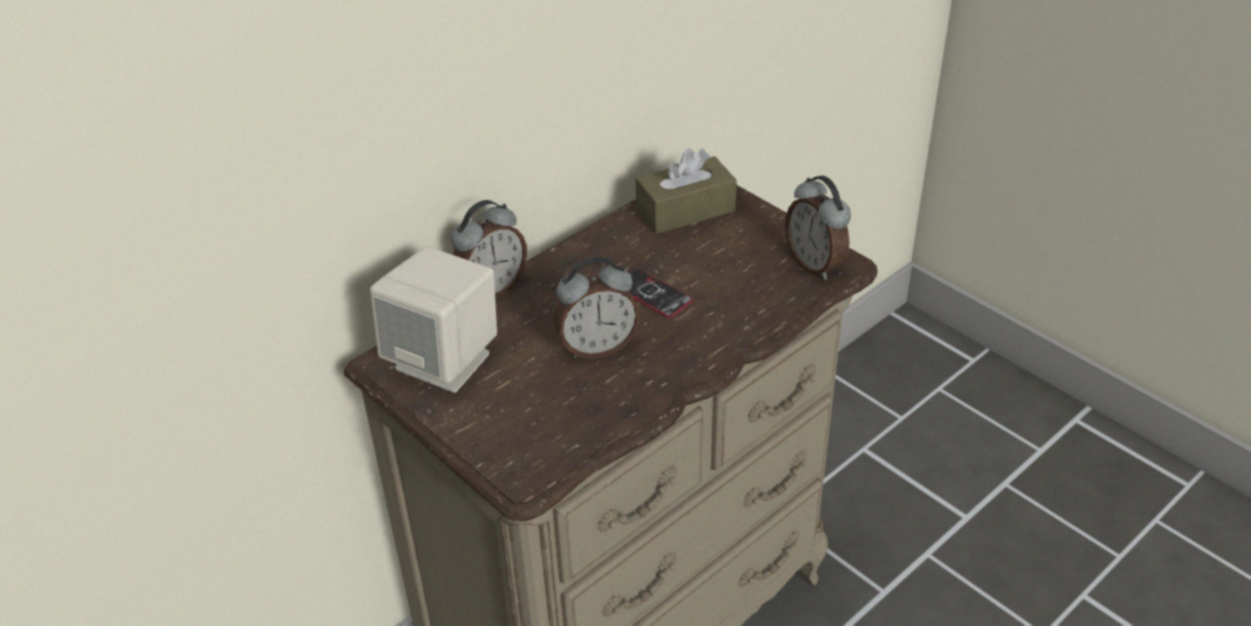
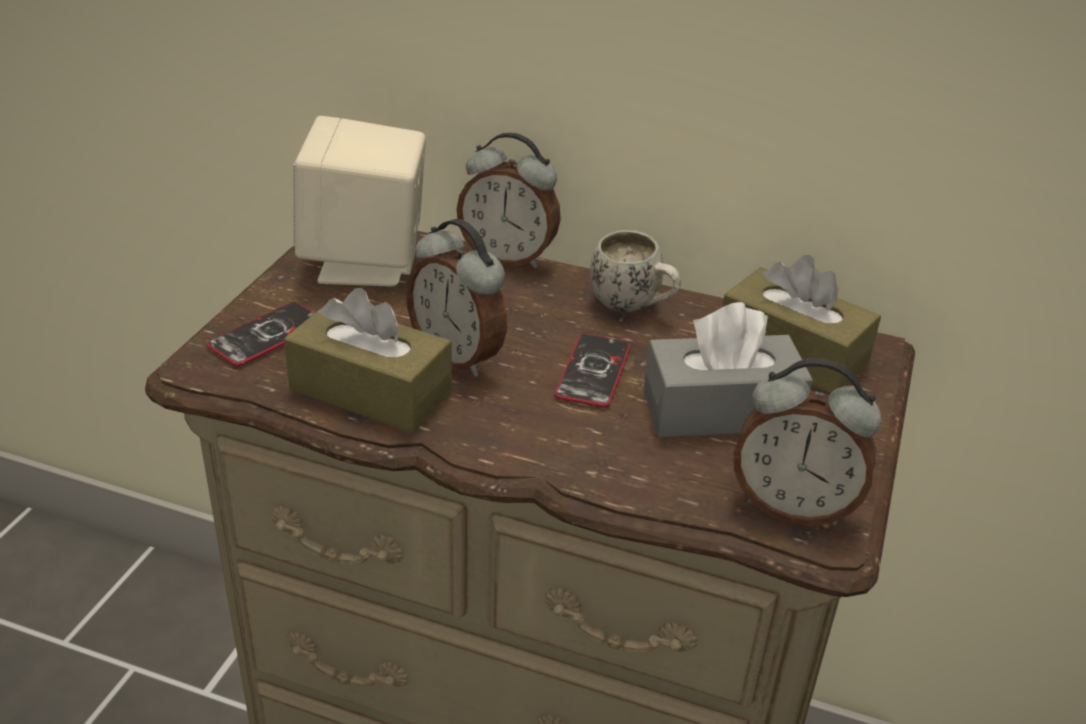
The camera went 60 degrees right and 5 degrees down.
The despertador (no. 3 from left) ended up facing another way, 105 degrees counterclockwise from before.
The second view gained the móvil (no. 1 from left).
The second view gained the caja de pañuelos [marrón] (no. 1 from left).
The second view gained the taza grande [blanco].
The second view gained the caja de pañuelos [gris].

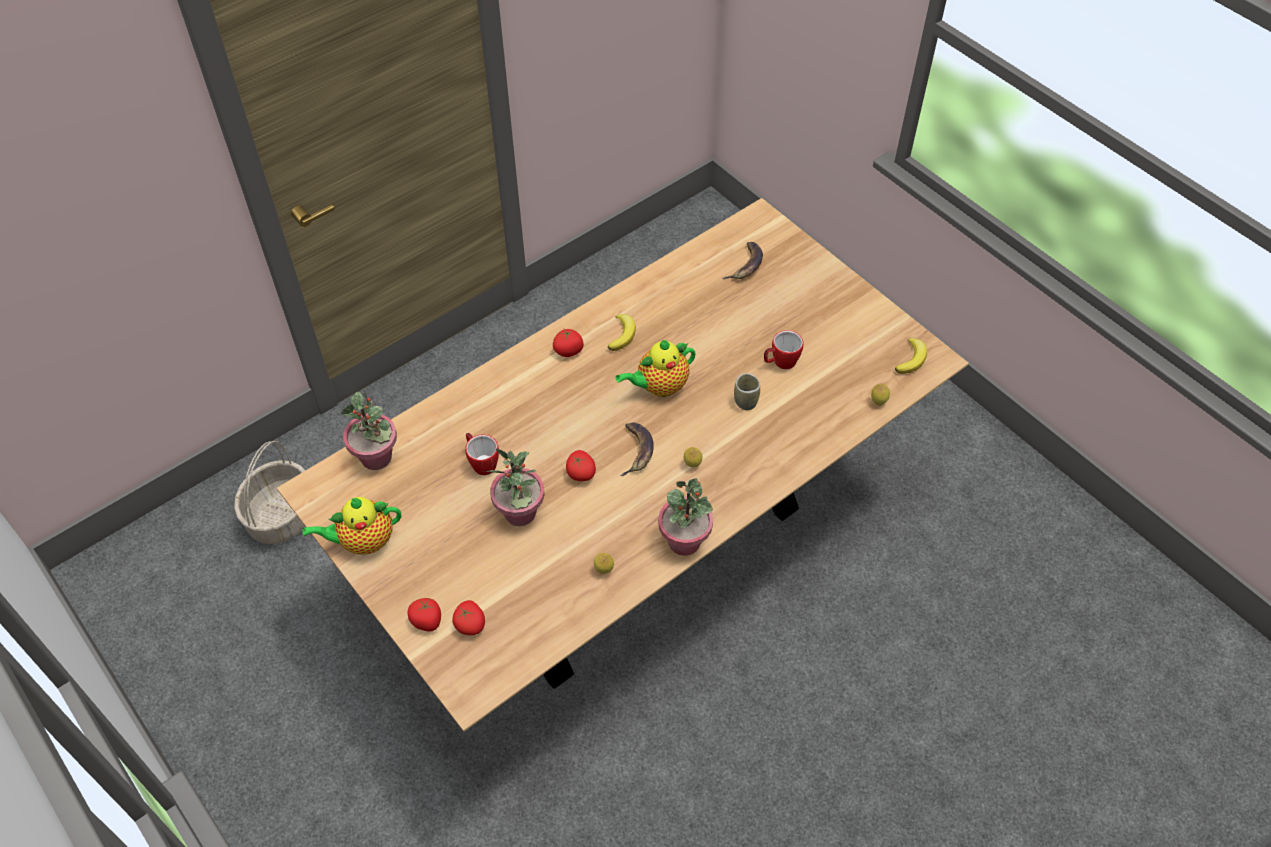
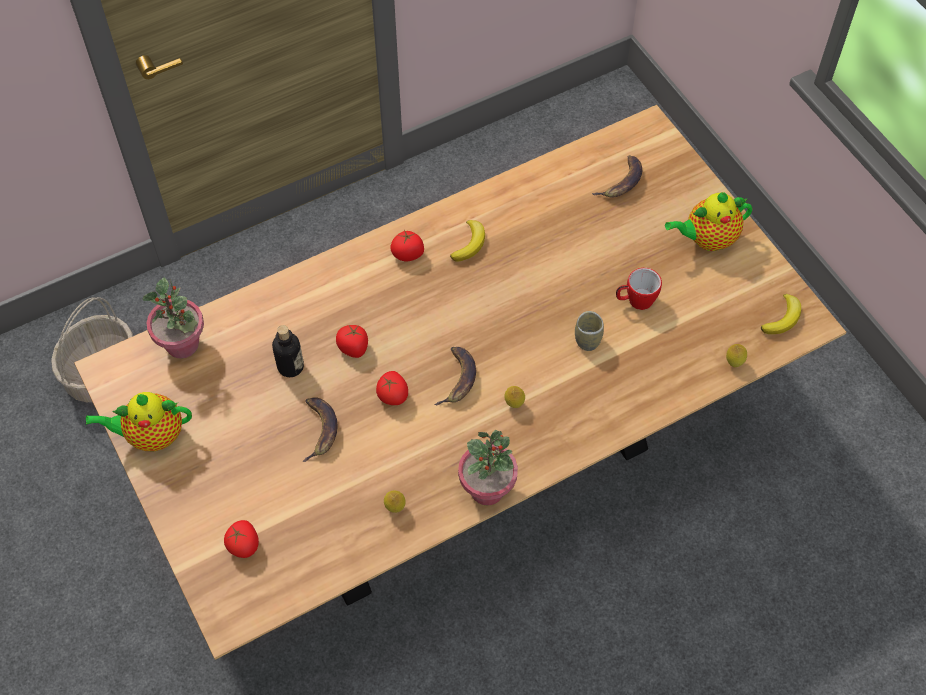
The camera went 10 degrees right and 5 degrees up.
The tomate (no. 1 from left in the first image) ended up elsewhere.
Where the taza grande (no. 1 from left) stood, the botella came to stand.
Where the planta en maceta (no. 2 from left) stood, the plátano (no. 1 from left) came to stand.
The tetera (no. 2 from left) ended up elsewhere.

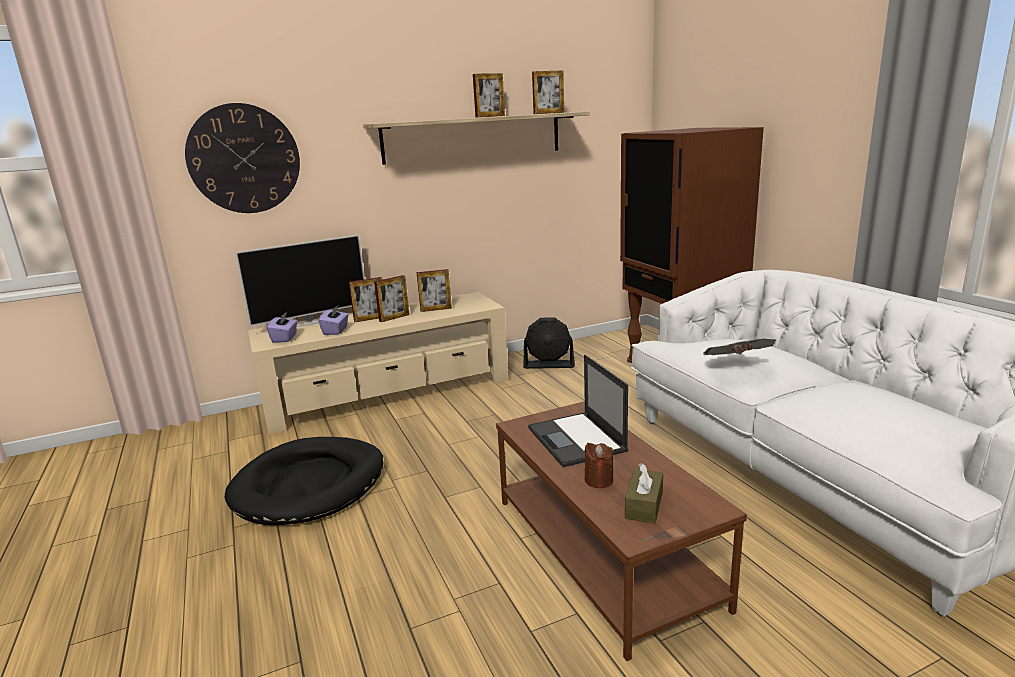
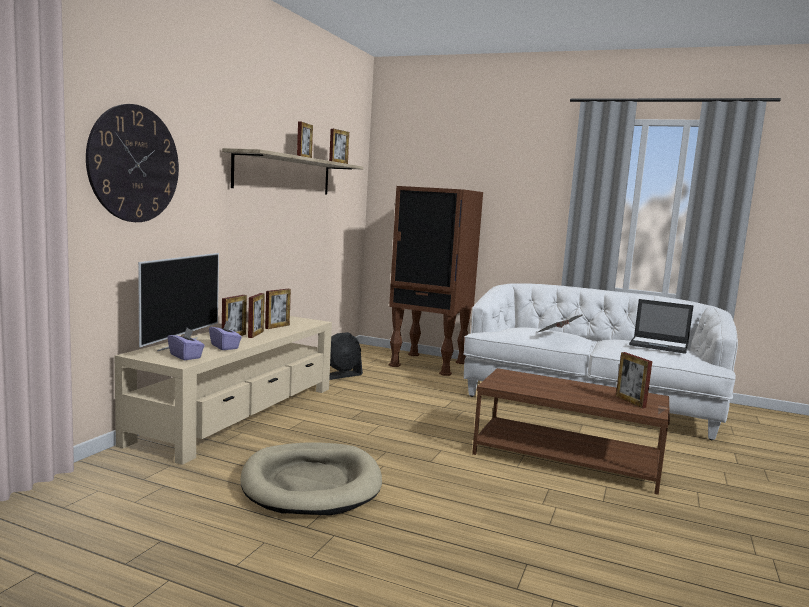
The camera went 45 degrees left and 10 degrees down.
What was the cama para perro [negro] turned into the cama para perro [beis].
The portátil ended up elsewhere.
The second view lost the vela [marrón].
Where the caja de pañuelos [marrón] stood, the portarretratos (no. 6 from left) came to stand.

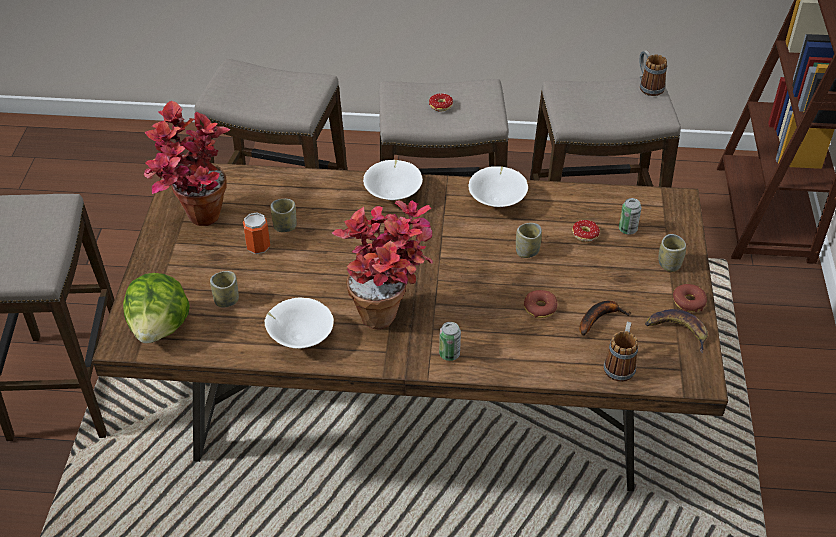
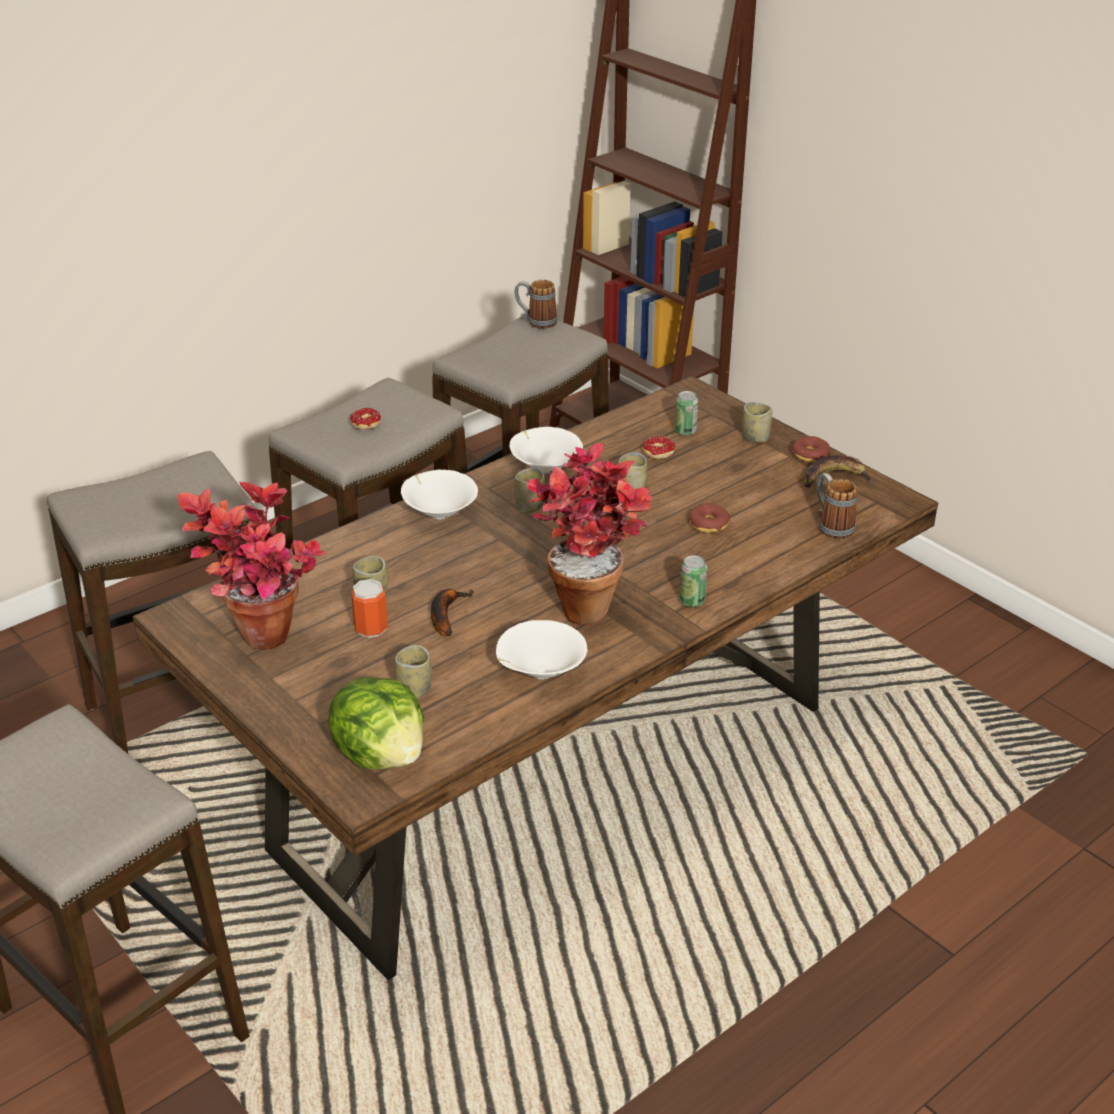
The camera went 45 degrees left and 10 degrees down.
The plátano (no. 1 from left) ended up elsewhere.
The second view gained the taza (no. 3 from left).

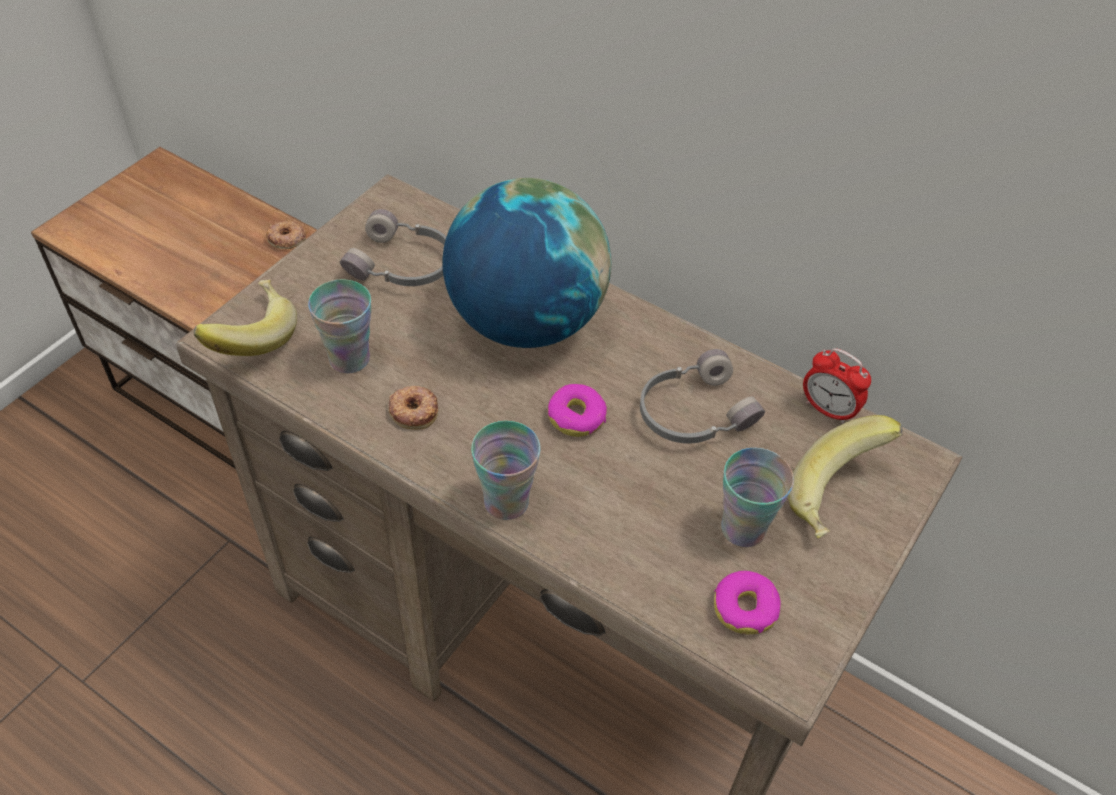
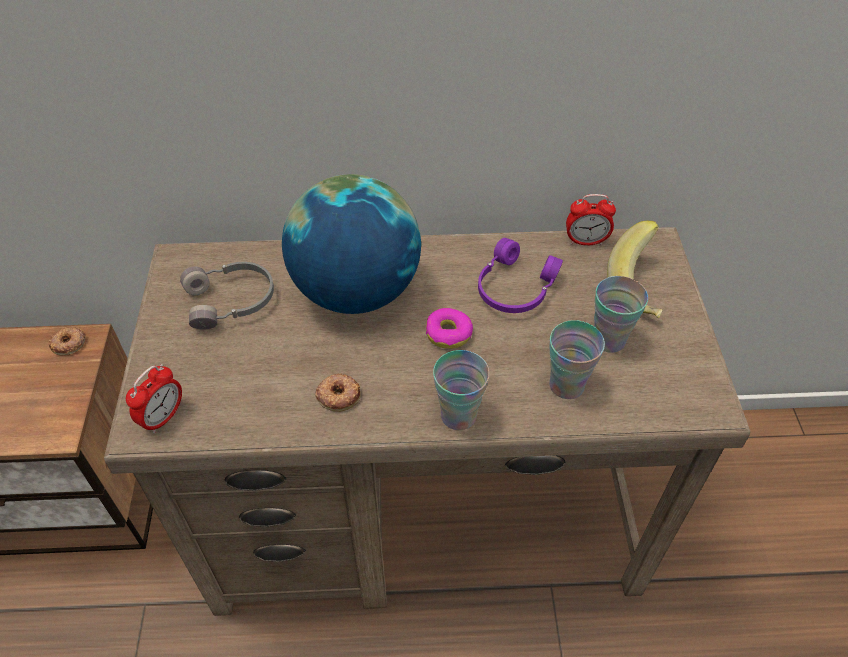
The camera went 35 degrees left and 0 degrees up.
Where the plátano (no. 1 from left) stood, the despertador (no. 1 from left) came to stand.
The taza (no. 1 from left in the first image) ended up elsewhere.
What was the auriculares [gris] (no. 2 from left) turned into the auriculares [morado].
The second view lost the rosquilla (no. 4 from left).

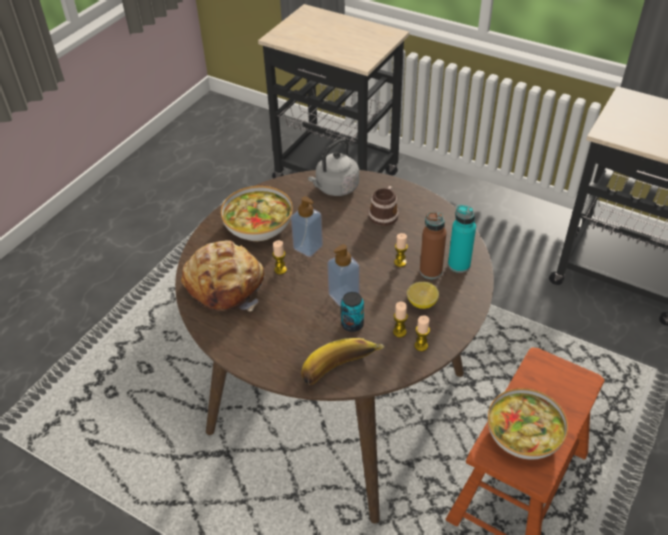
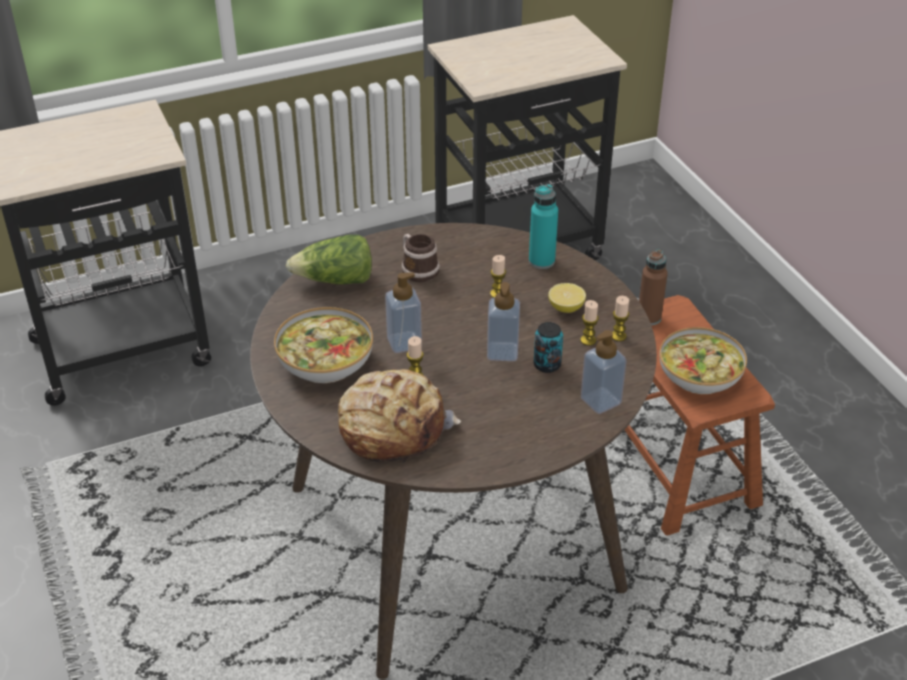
The camera went 55 degrees left and 5 degrees down.
Where the plátano stood, the dispensador de jabón (no. 3 from left) came to stand.
Where the hervidor [gris] stood, the lechuga came to stand.
The botella [marrón] ended up elsewhere.

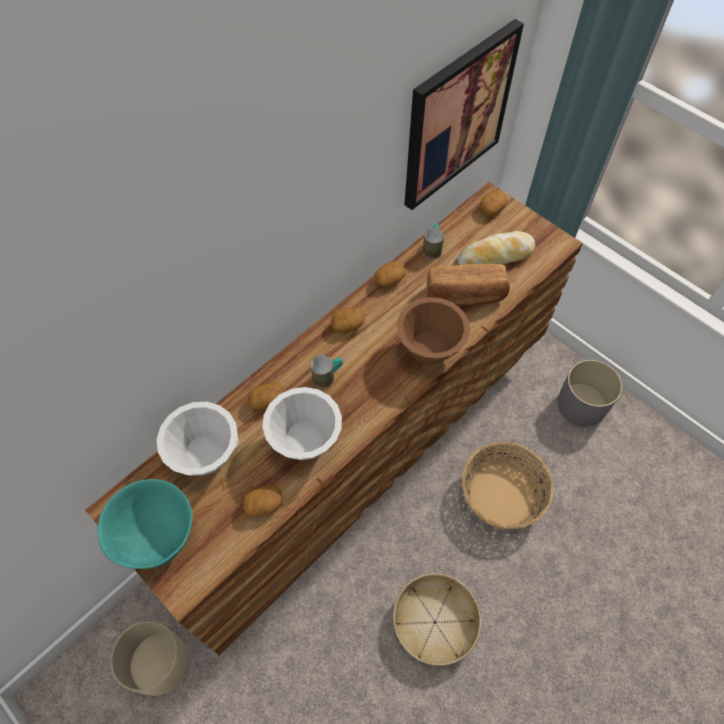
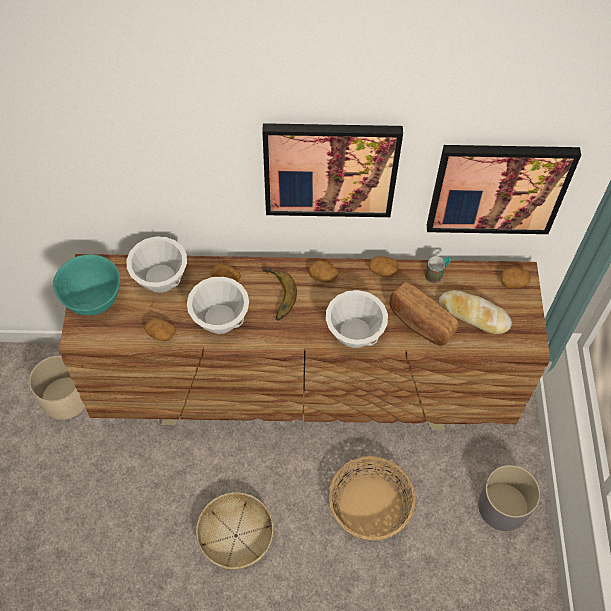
The camera went 45 degrees right and 0 degrees up.
Where the taza grande (no. 1 from left) stood, the plátano came to stand.
What was the cuenco [marrón] turned into the cuenco [blanco] (no. 3 from left).
The second view gained the cuadro (no. 1 from left).

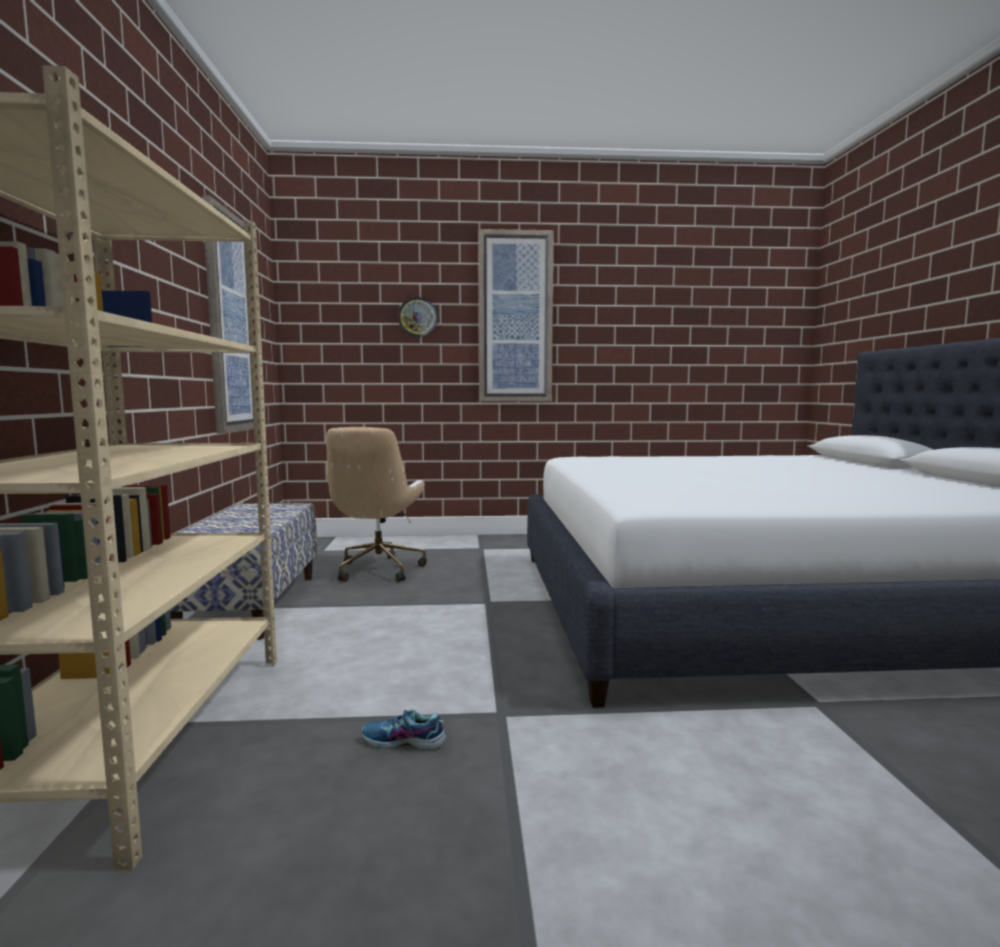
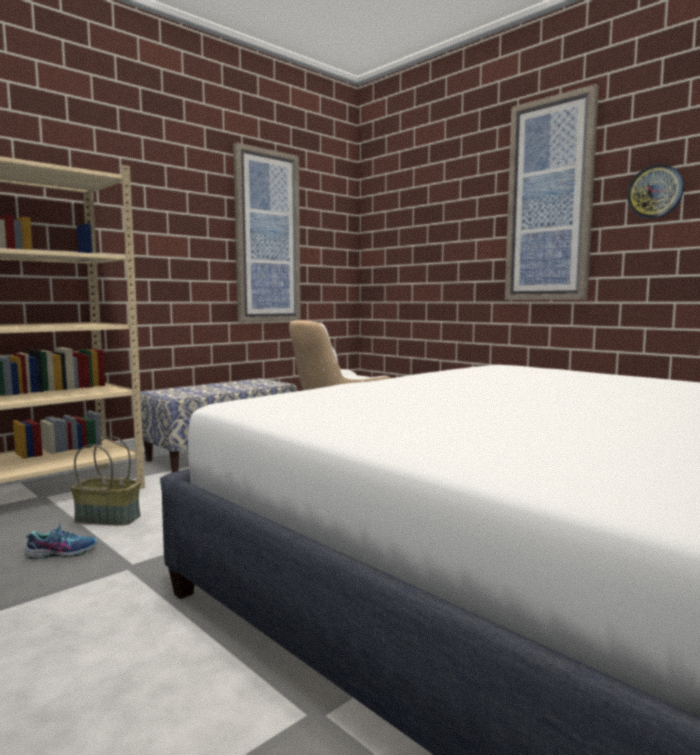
The camera went 50 degrees right and 0 degrees up.
The zapato ended up facing another way, 105 degrees clockwise from before.
The reloj de pared ended up elsewhere.
The second view gained the cesta.

